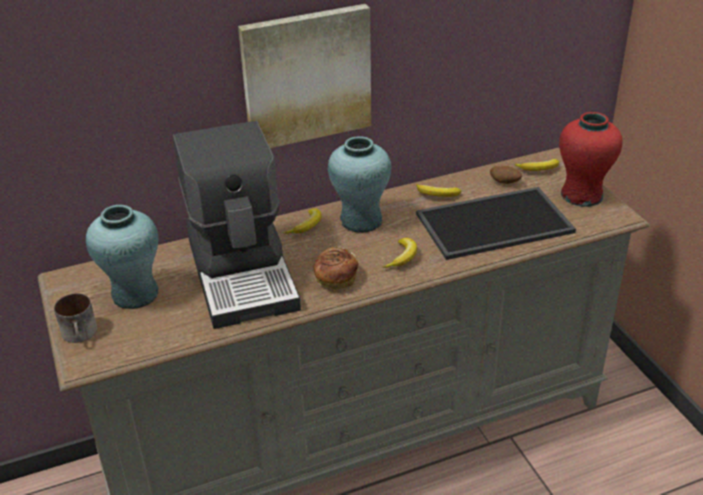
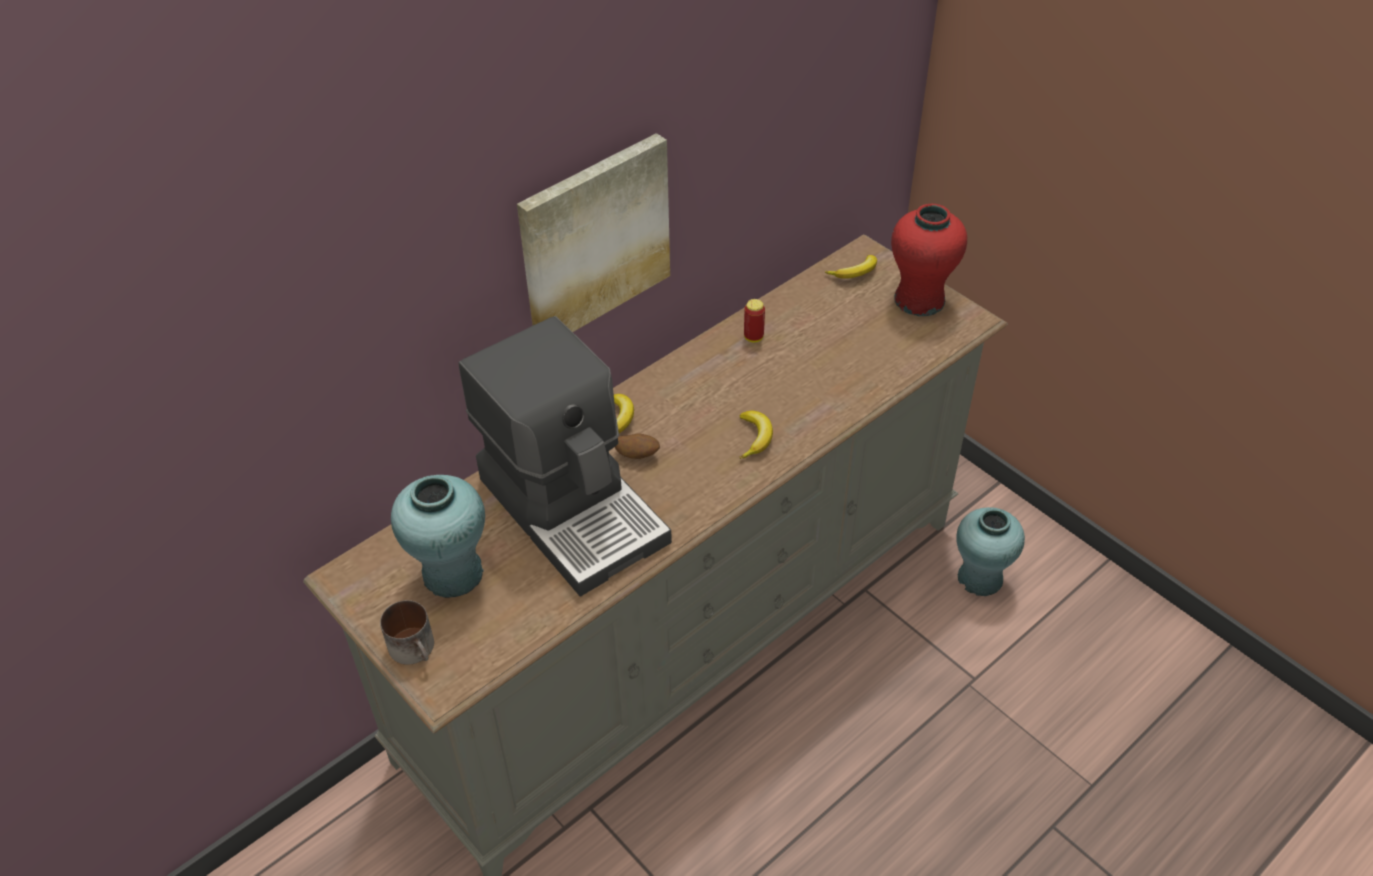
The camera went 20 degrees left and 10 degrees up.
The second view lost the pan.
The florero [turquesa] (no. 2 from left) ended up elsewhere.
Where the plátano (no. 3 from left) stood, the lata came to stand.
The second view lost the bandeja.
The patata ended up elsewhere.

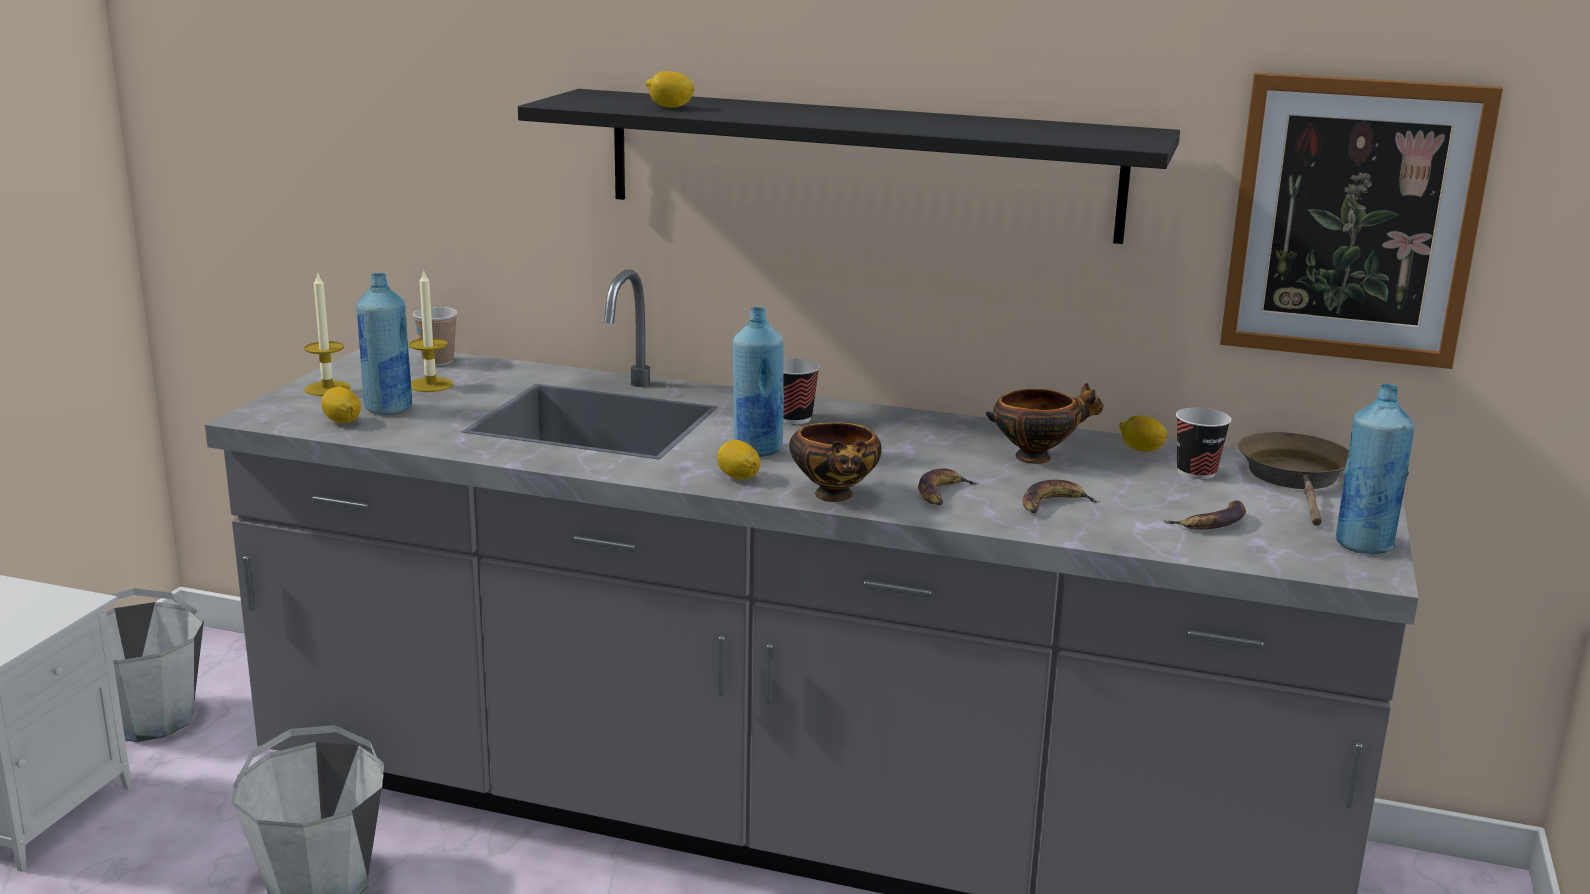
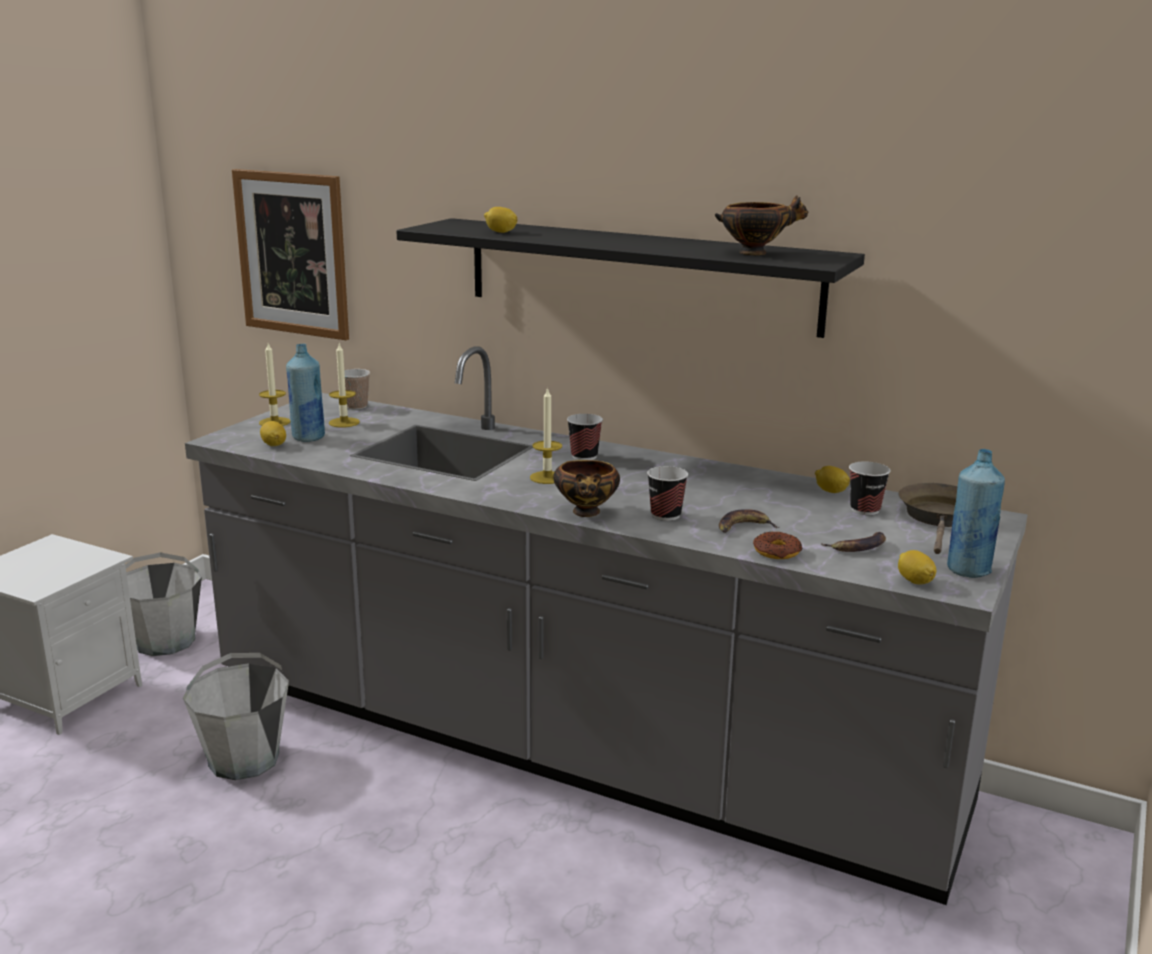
The camera went 10 degrees right and 0 degrees up.
The limón (no. 3 from left in the first image) ended up elsewhere.
Where the botella [azul] (no. 2 from left) stood, the vela (no. 3 from left) came to stand.
Where the plátano (no. 1 from left) stood, the taza (no. 3 from left) came to stand.
The cuenco (no. 2 from left) ended up elsewhere.
The cuadro ended up elsewhere.
The second view gained the rosquilla.

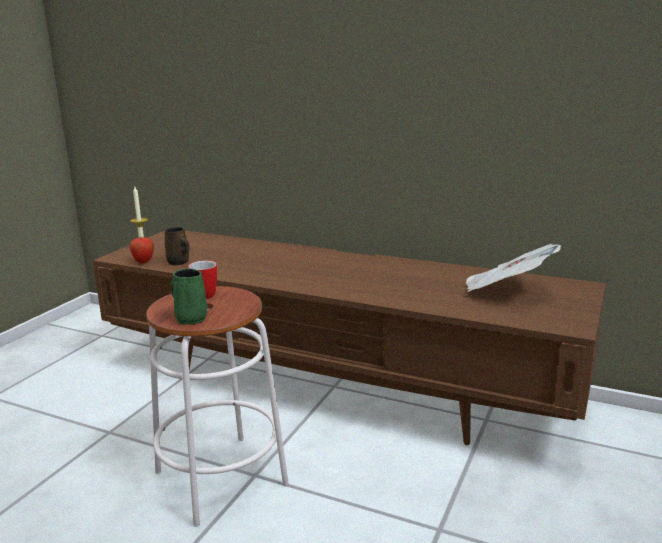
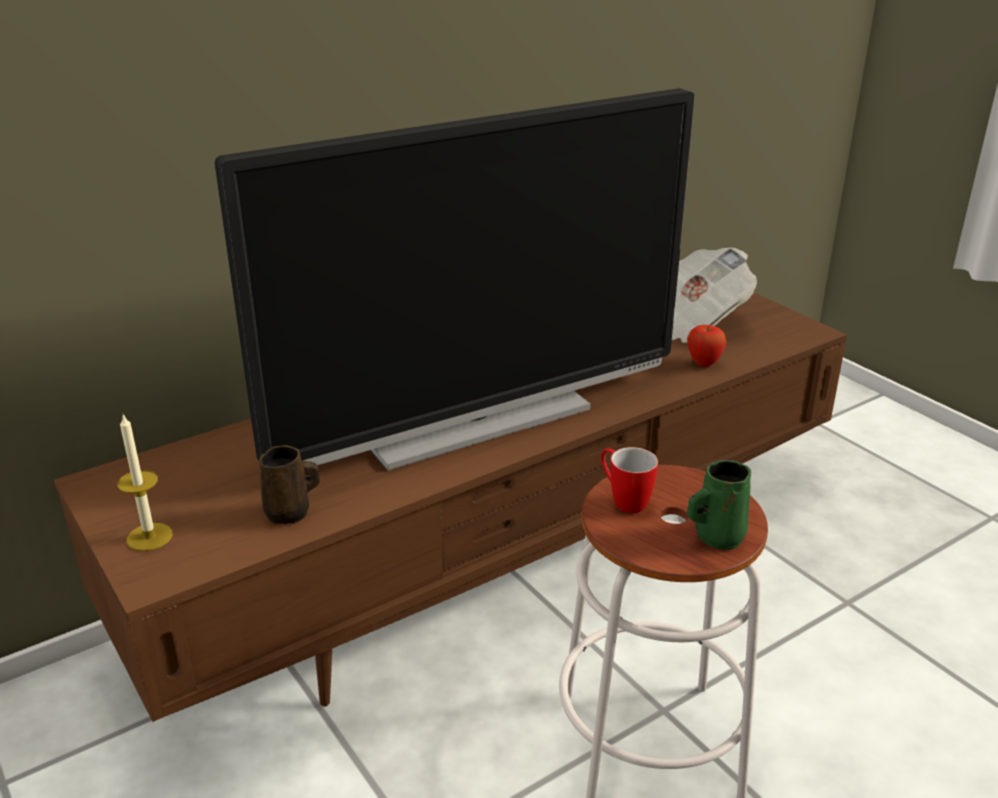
The camera went 60 degrees left and 10 degrees up.
The manzana ended up elsewhere.
The second view gained the televisor.

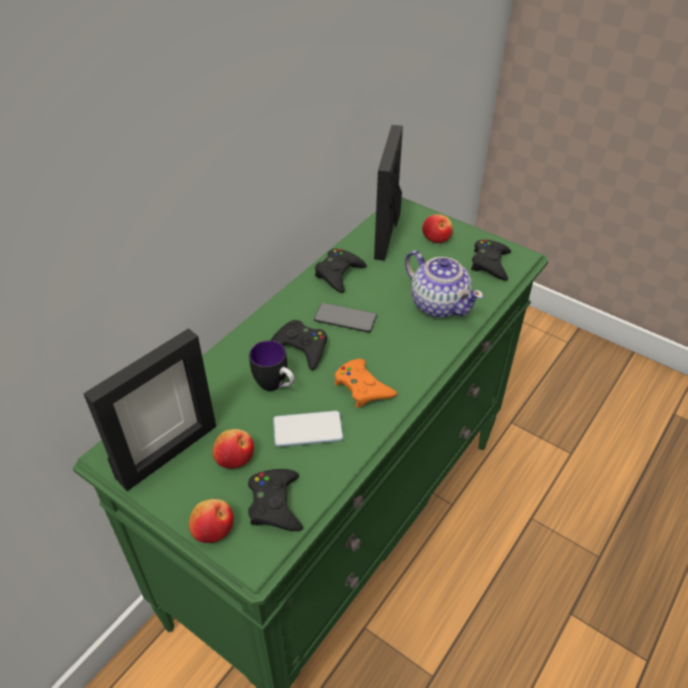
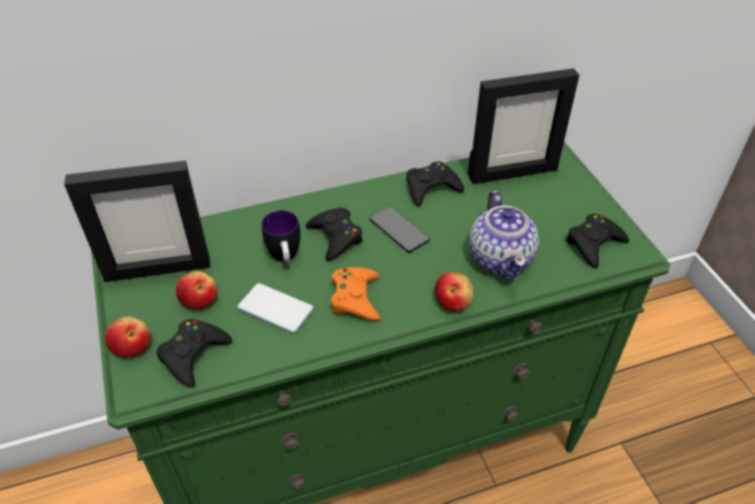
The camera went 35 degrees right and 0 degrees up.
The portarretratos (no. 2 from left) ended up facing another way, 150 degrees counterclockwise from before.
The manzana (no. 3 from left) ended up elsewhere.

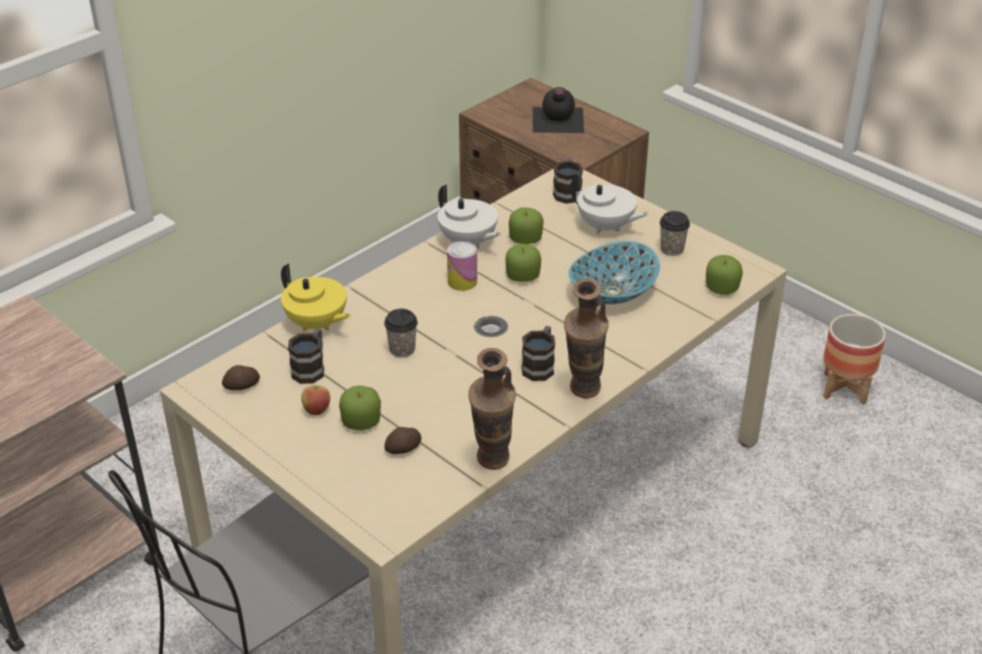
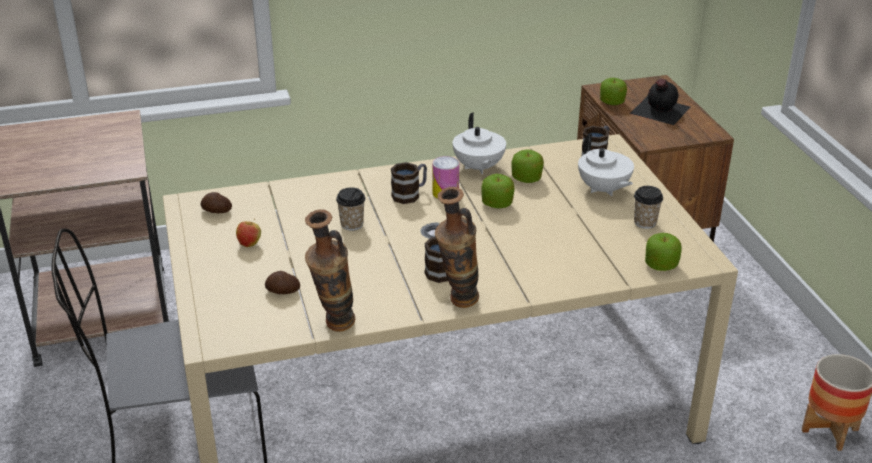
The camera went 30 degrees right and 5 degrees down.
The second view lost the tetera [amarillo].
The taza grande (no. 1 from left) ended up elsewhere.
The manzana (no. 2 from left in the first image) ended up elsewhere.
The second view lost the cuenco.

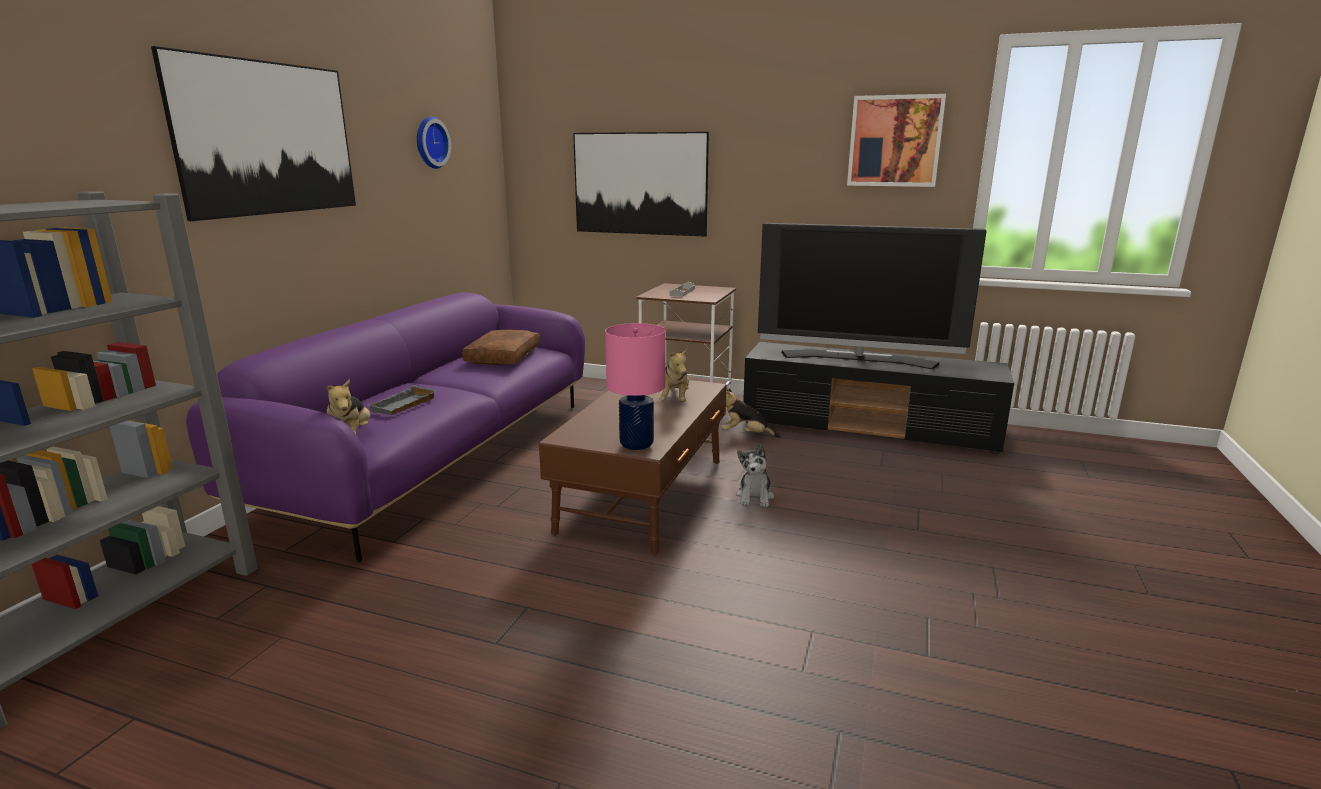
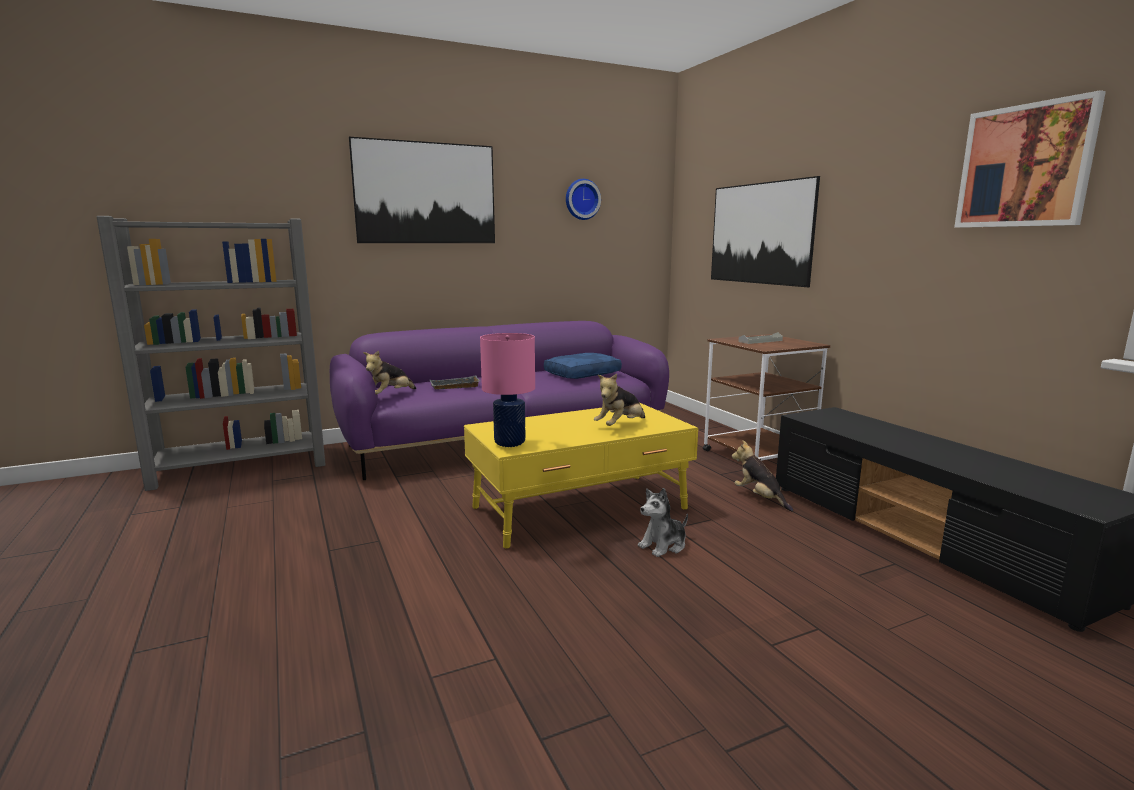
The camera went 45 degrees right and 5 degrees down.
What was the cojín [marrón] turned into the cojín [azul].
What was the mesa de centro [marrón] turned into the mesa de centro [amarillo].
The second view lost the televisor.

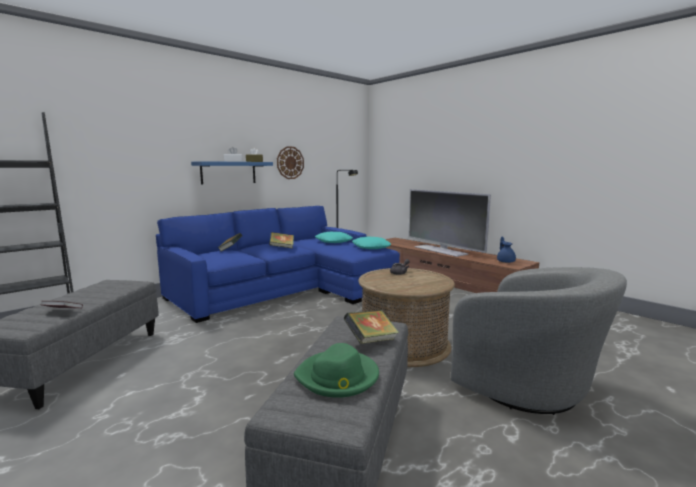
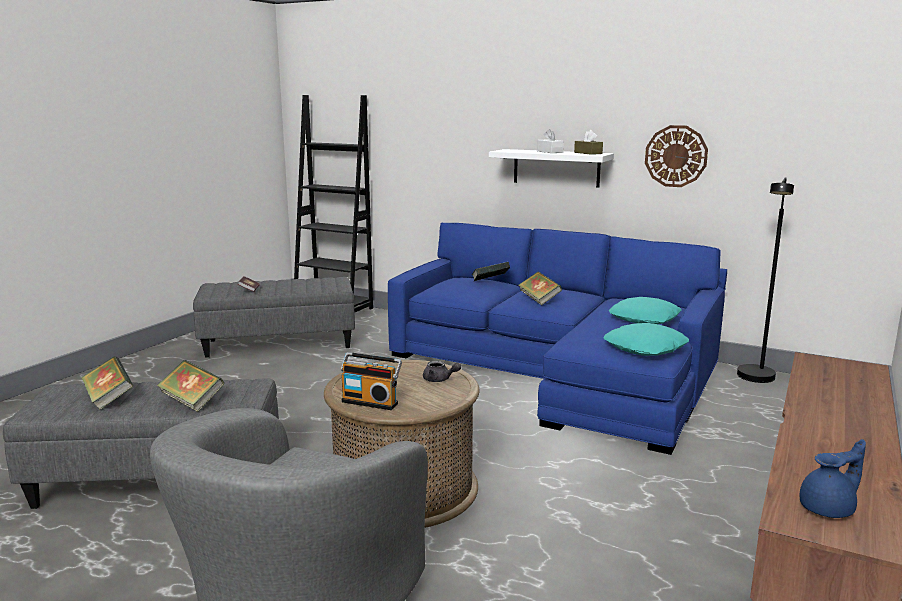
The camera went 70 degrees right and 5 degrees up.
What was the estante [azul] turned into the estante [blanco].
Where the sombrero [verde] stood, the libro (no. 1 from left) came to stand.
The second view lost the televisor.
The second view gained the radio.

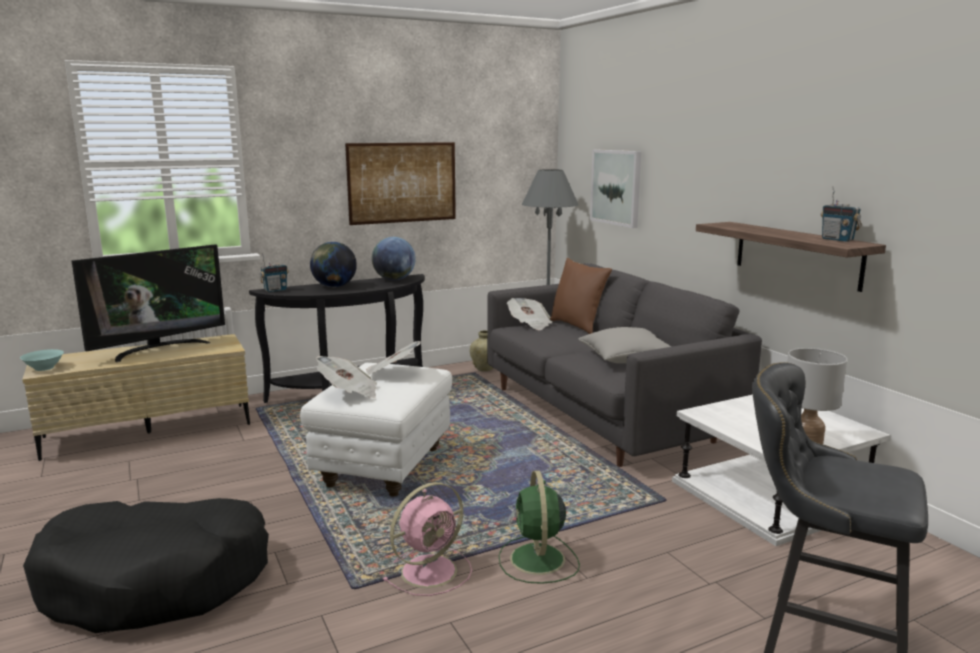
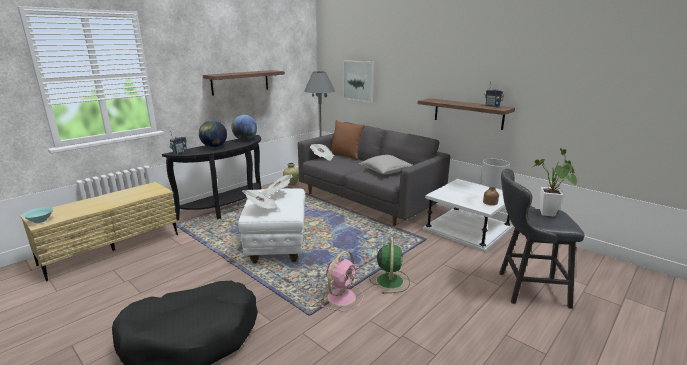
The camera went 20 degrees left and 5 degrees up.
The second view lost the televisor.
Where the cuadro (no. 1 from left) hung, the estante (no. 1 from left) came to hang.
The ventilador [verde] ended up facing another way, 150 degrees counterclockwise from before.
The second view gained the planta en maceta.

